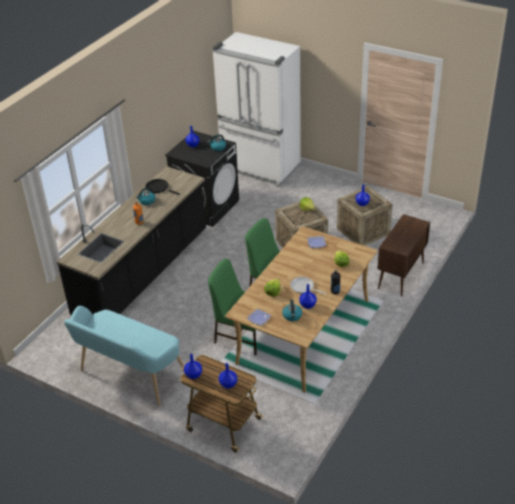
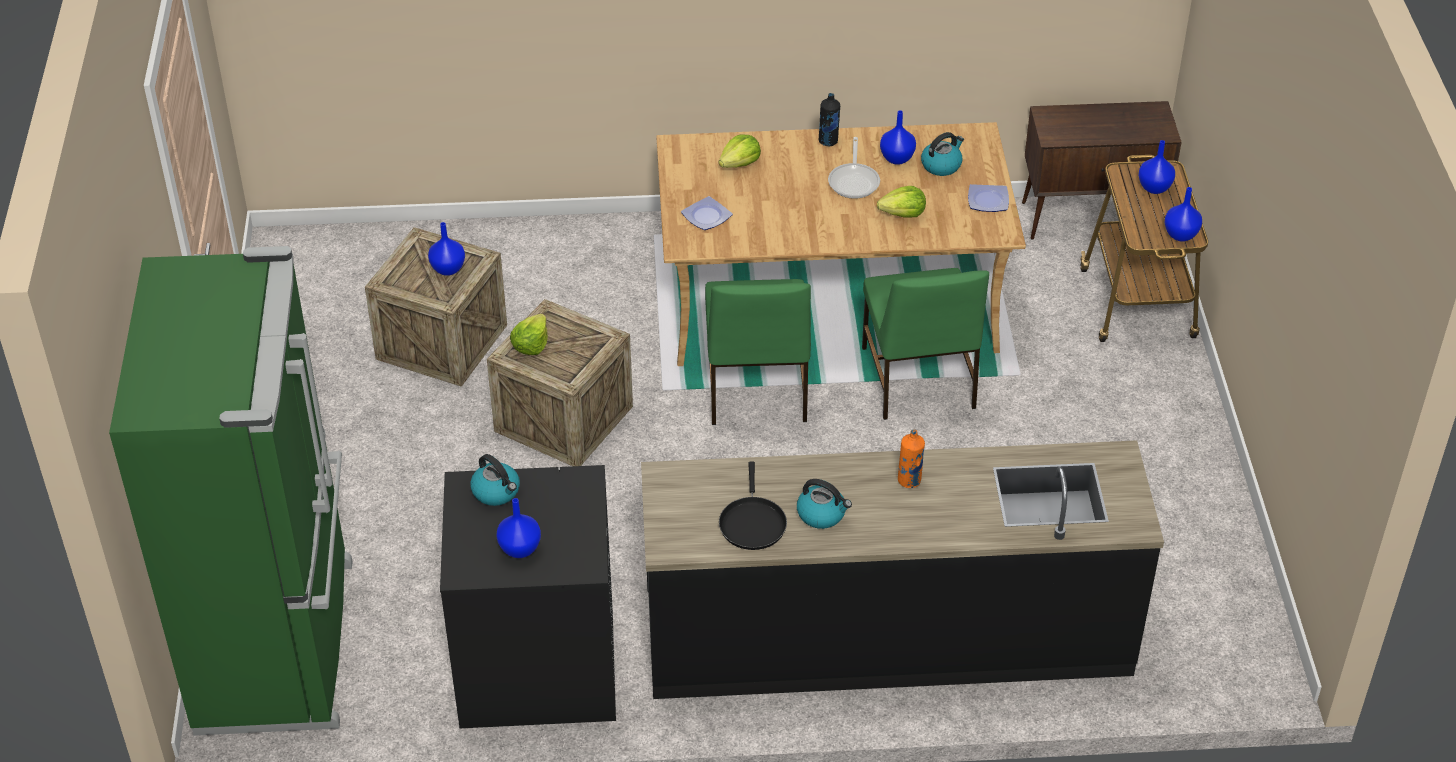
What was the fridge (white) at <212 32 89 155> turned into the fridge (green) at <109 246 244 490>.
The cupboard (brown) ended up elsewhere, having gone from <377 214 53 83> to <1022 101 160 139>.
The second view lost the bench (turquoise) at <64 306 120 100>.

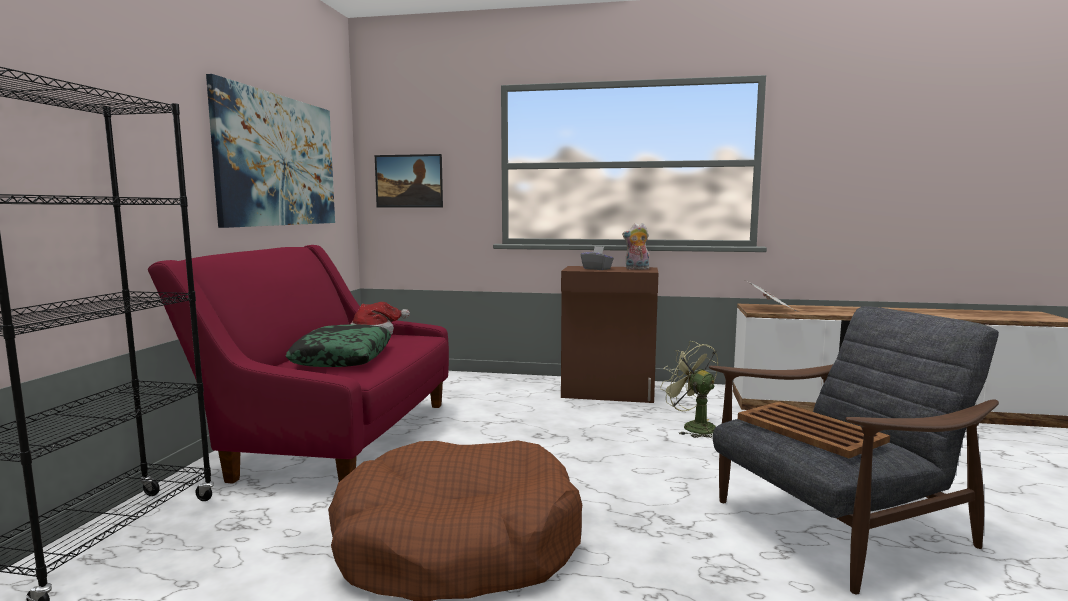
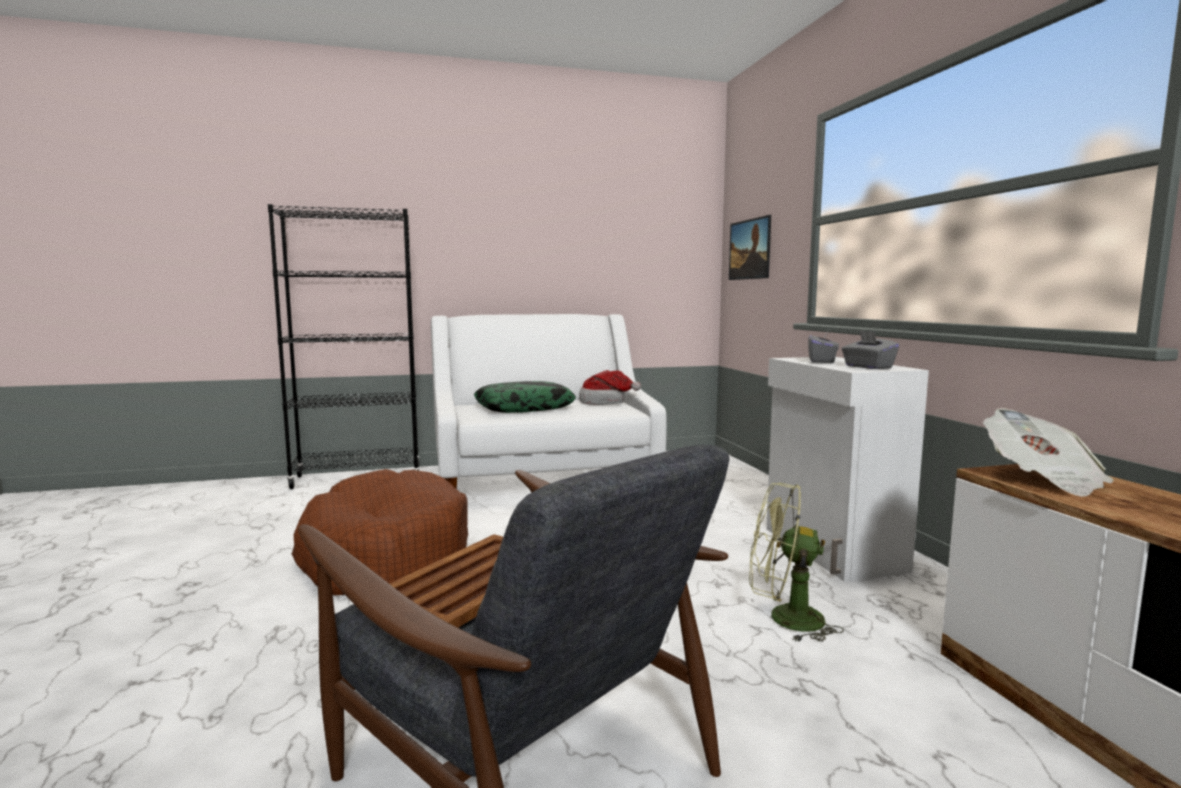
What was the couch (reddish) at <148 245 301 239> turned into the couch (white) at <431 314 236 175>.
The fan (green) at <660 341 59 97> ended up facing another way, 105 degrees counterclockwise from before.
What was the cupboard (brown) at <561 266 97 137> turned into the cupboard (white) at <766 357 163 224>.
Where the cuddly toy stood at <622 223 27 47>, the tissue box (grey) came to stand at <842 330 57 39>.
The second view lost the wall picture at <206 74 129 154>.

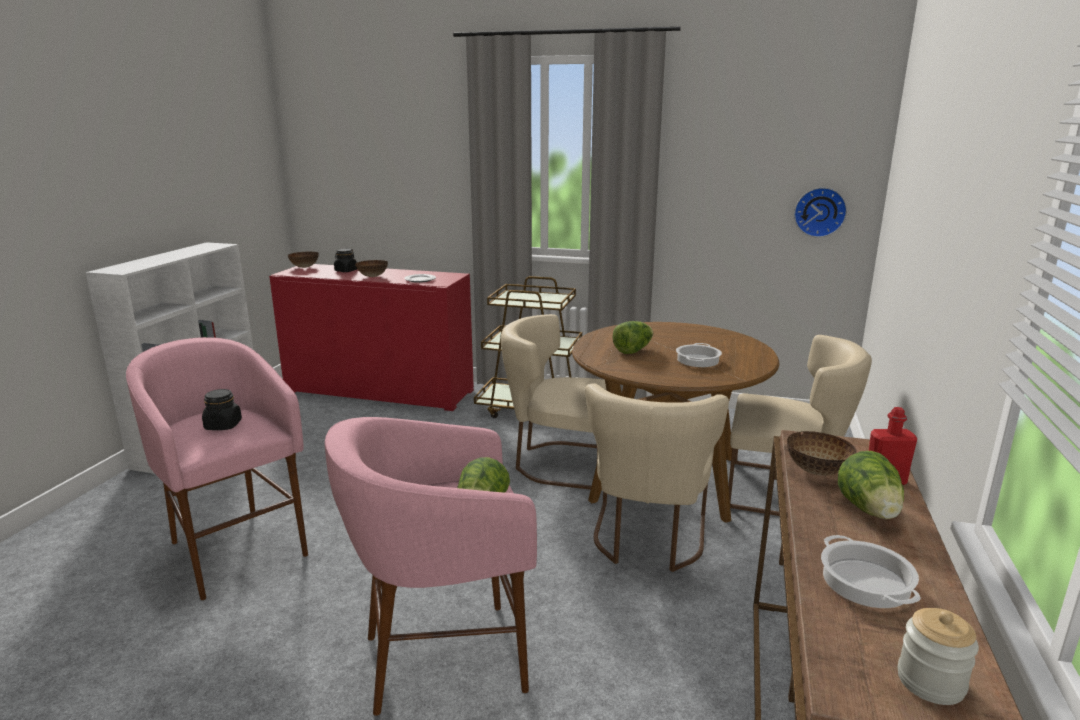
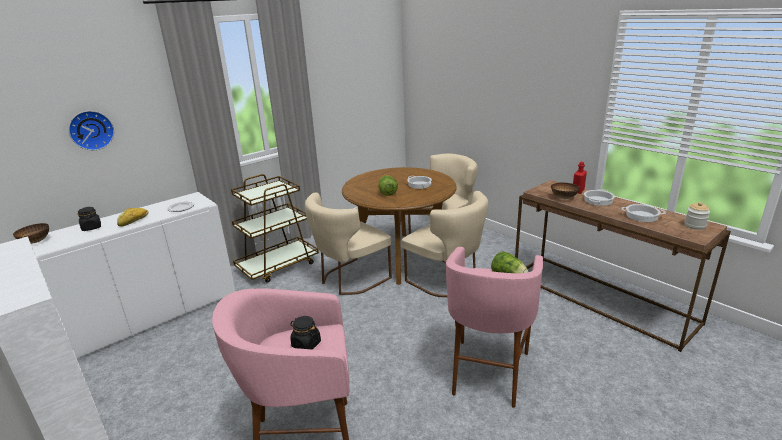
What was the cupboard (reddish) at <269 264 205 147> turned into the cupboard (white) at <31 192 205 167>.
The wall clock ended up elsewhere, having gone from <794 187 53 50> to <68 111 46 39>.
Where the bowl stood at <355 260 33 17>, the bread came to stand at <117 208 32 19>.
Where the head of lettuce stood at <838 451 66 68>, the saucepot came to stand at <584 189 31 17>.

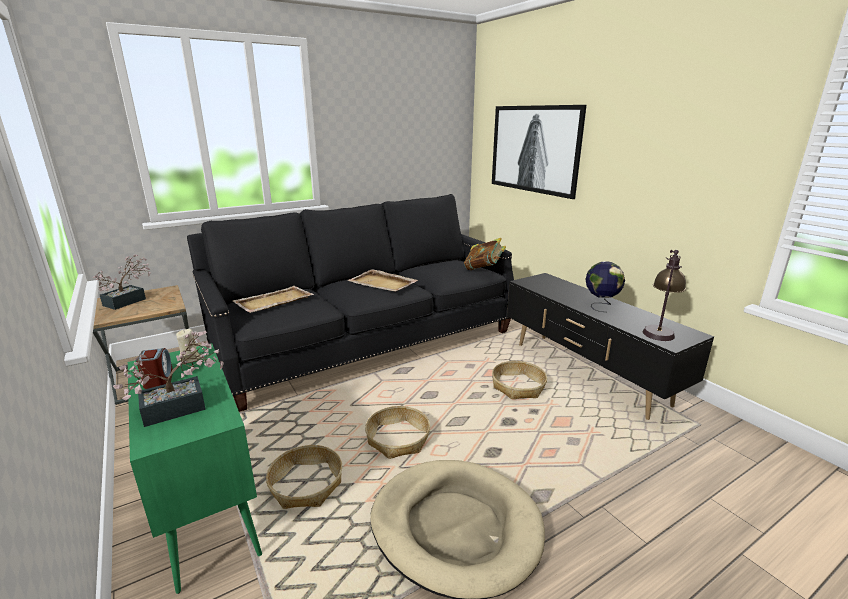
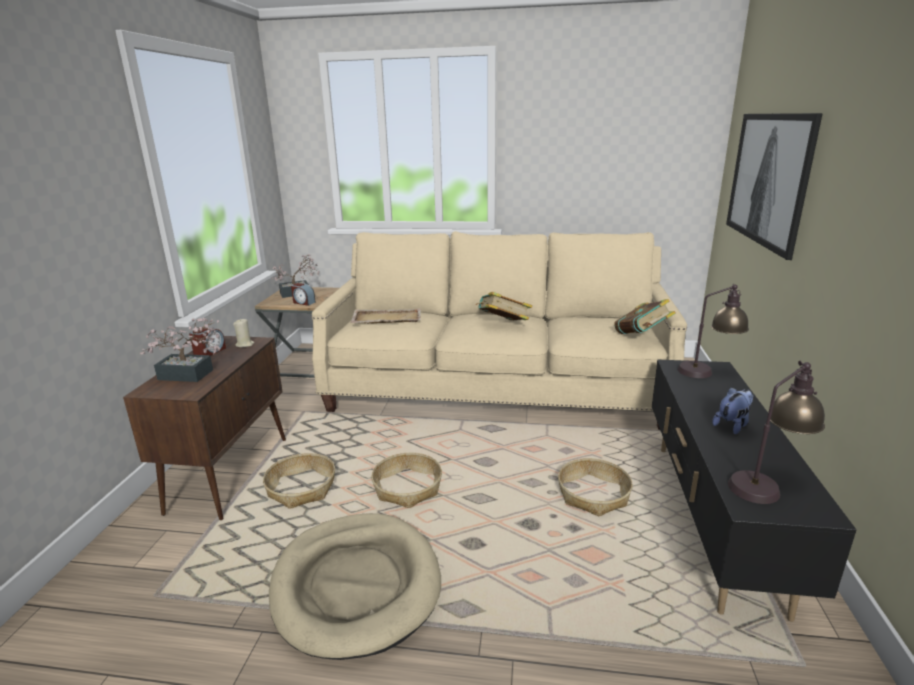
What was the cupboard (green) at <128 343 134 251> turned into the cupboard (brown) at <123 336 163 184>.
The second view gained the alarm clock at <291 283 25 23>.
What was the couch (black-coloured) at <187 194 327 218> turned into the couch (beige) at <312 231 375 199>.
Where the carrying tray (beige) stood at <347 269 71 23>, the volume came to stand at <476 292 56 28>.
The second view gained the lamp for a table at <677 284 72 94>.
Where the desk globe stood at <586 262 39 50>, the cuddly toy came to stand at <712 387 41 47>.

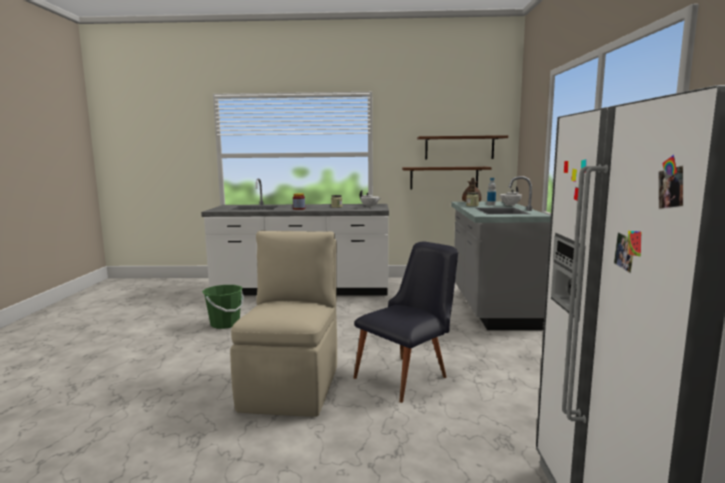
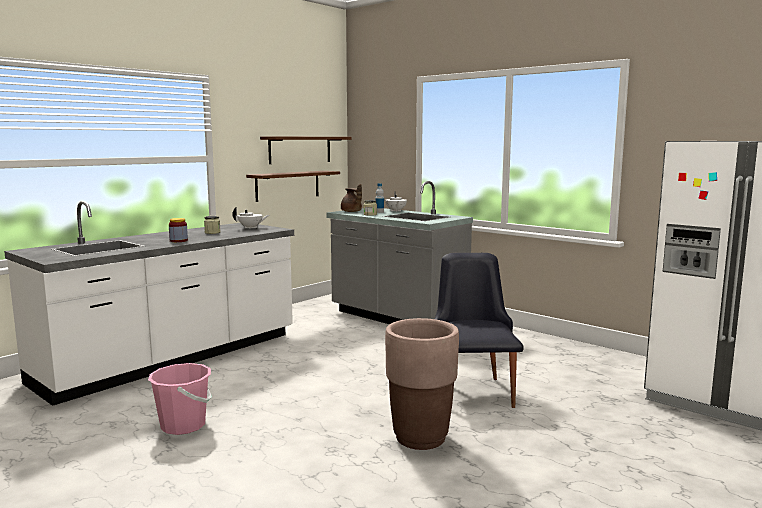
What was the water bucket (green) at <202 285 42 44> turned into the water bucket (pink-coloured) at <148 363 64 72>.
Where the chair (beige) stood at <230 231 107 186>, the planter (brown) came to stand at <385 318 74 132>.

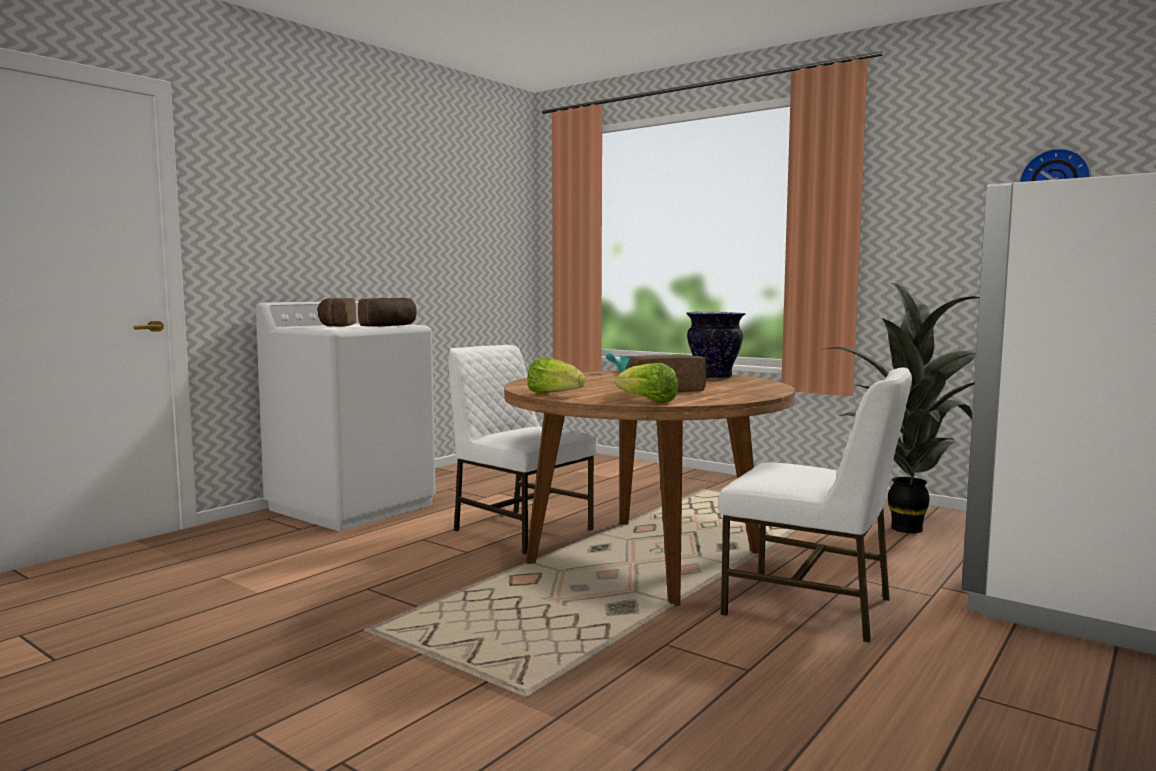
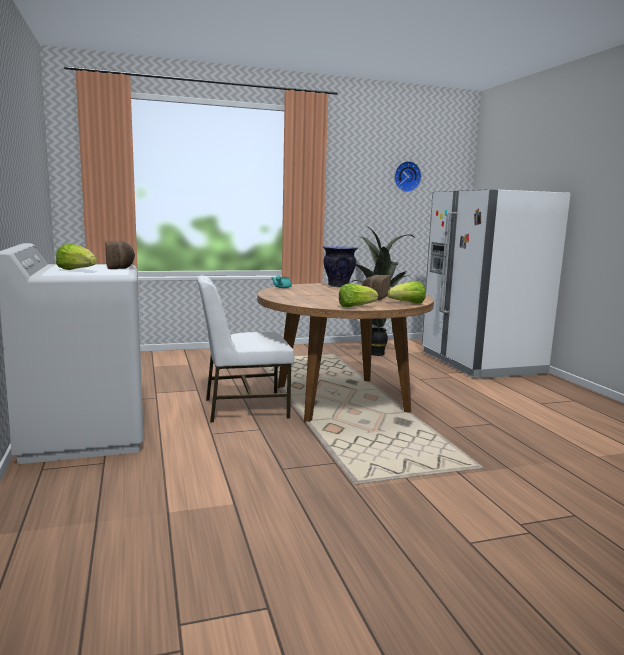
Where the bread stood at <317 298 39 29>, the head of lettuce came to stand at <56 243 41 27>.
The second view lost the chair (white) at <718 368 194 275>.

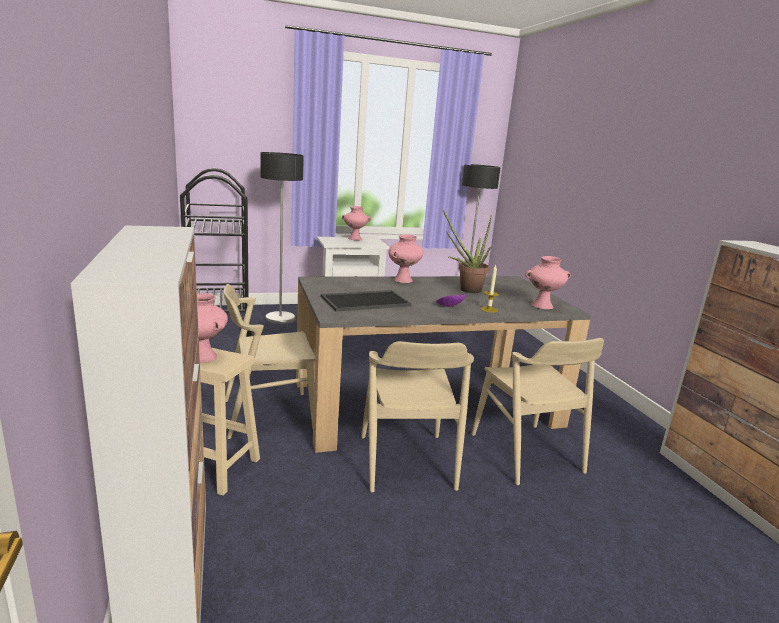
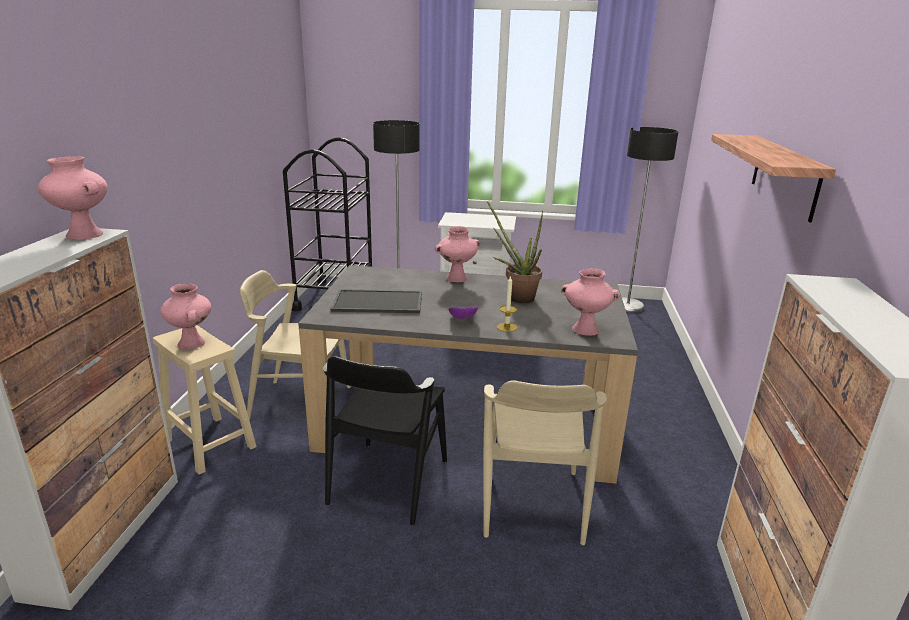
The decorative vase (pink-coloured) ended up elsewhere, having gone from <342 206 29 34> to <38 156 69 83>.
What was the chair (beige) at <361 341 113 152> turned into the chair (black-coloured) at <323 356 124 170>.
The second view gained the shelf at <711 134 125 88>.

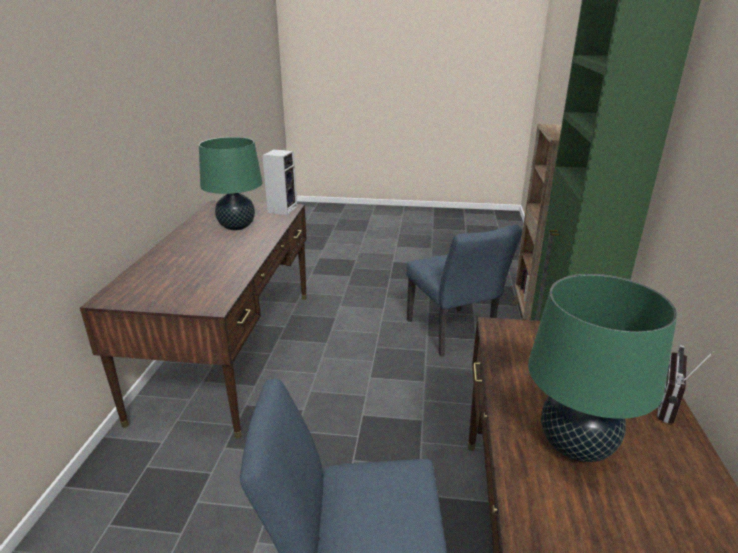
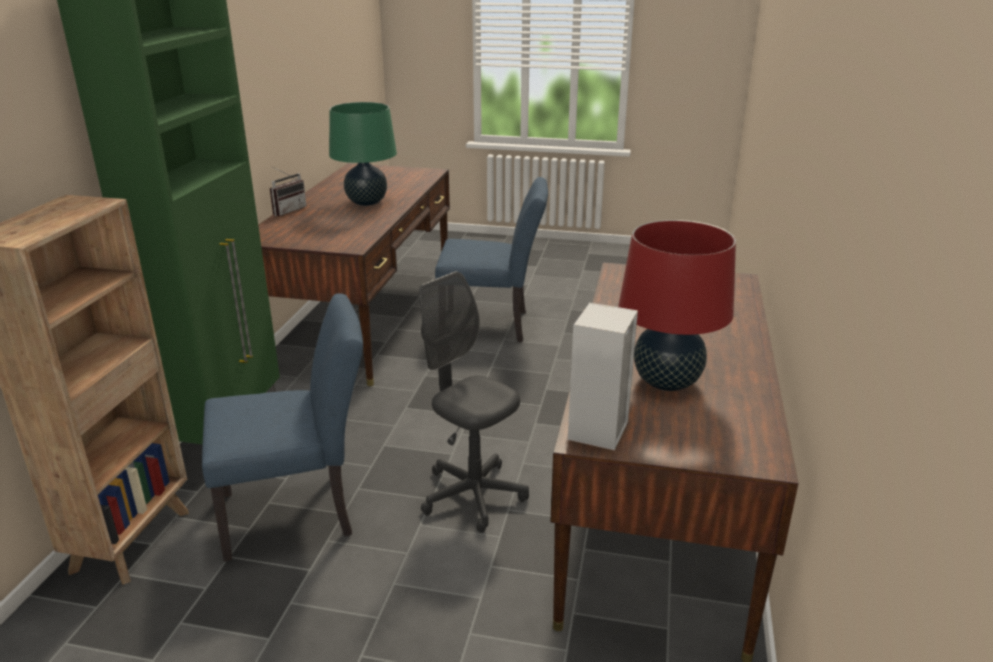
The chair (blue) at <406 225 116 132> ended up facing another way, 90 degrees clockwise from before.
The second view gained the desk chair (grey) at <419 271 110 262>.
What was the lamp for a table (green) at <199 137 64 93> turned into the lamp for a table (reddish) at <618 220 118 171>.

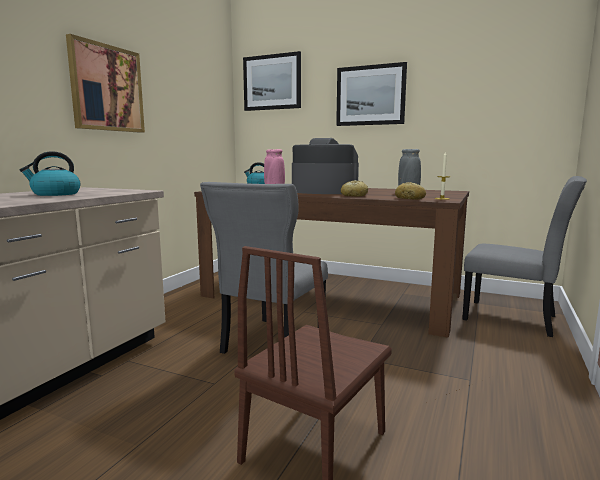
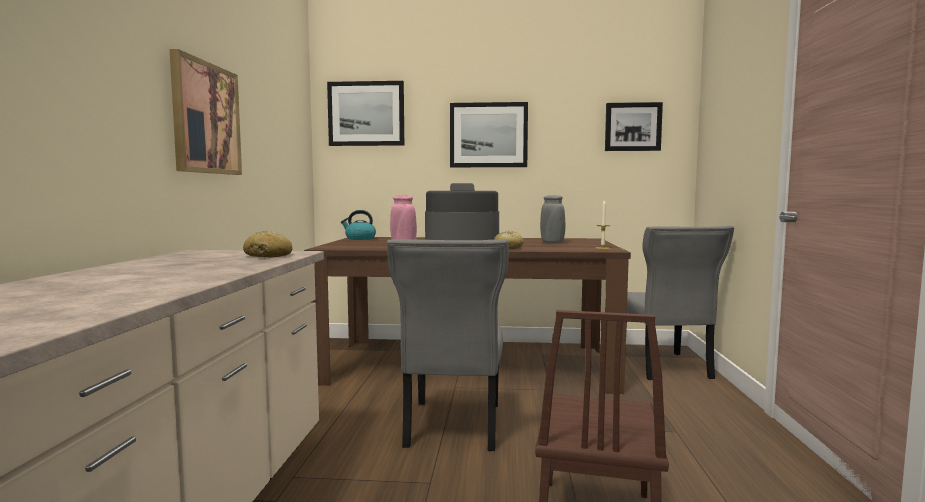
The bread ended up elsewhere, having gone from <395 182 31 18> to <243 231 49 26>.
The second view gained the wall picture at <605 102 58 49>.
The chair (grey) at <462 176 125 161> ended up facing another way, 75 degrees clockwise from before.
The second view lost the tea kettle at <20 151 60 45>.

